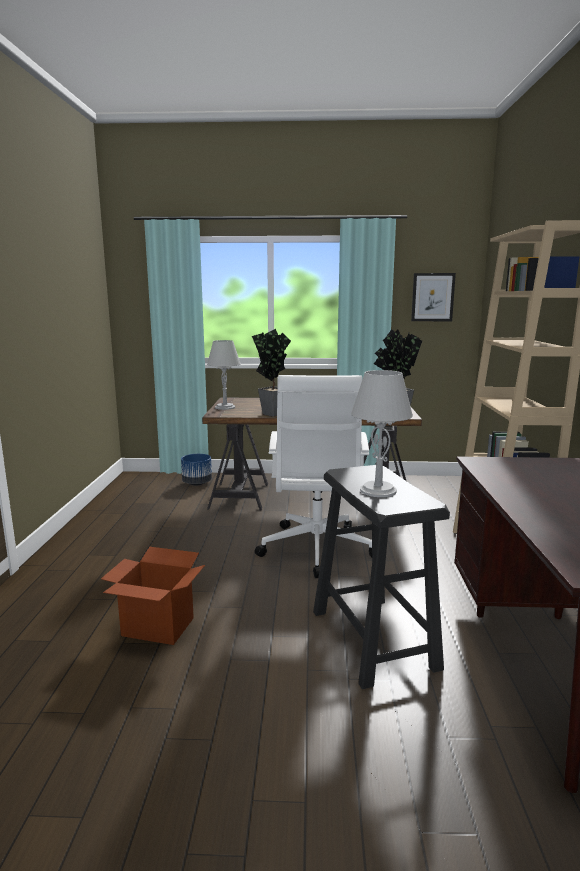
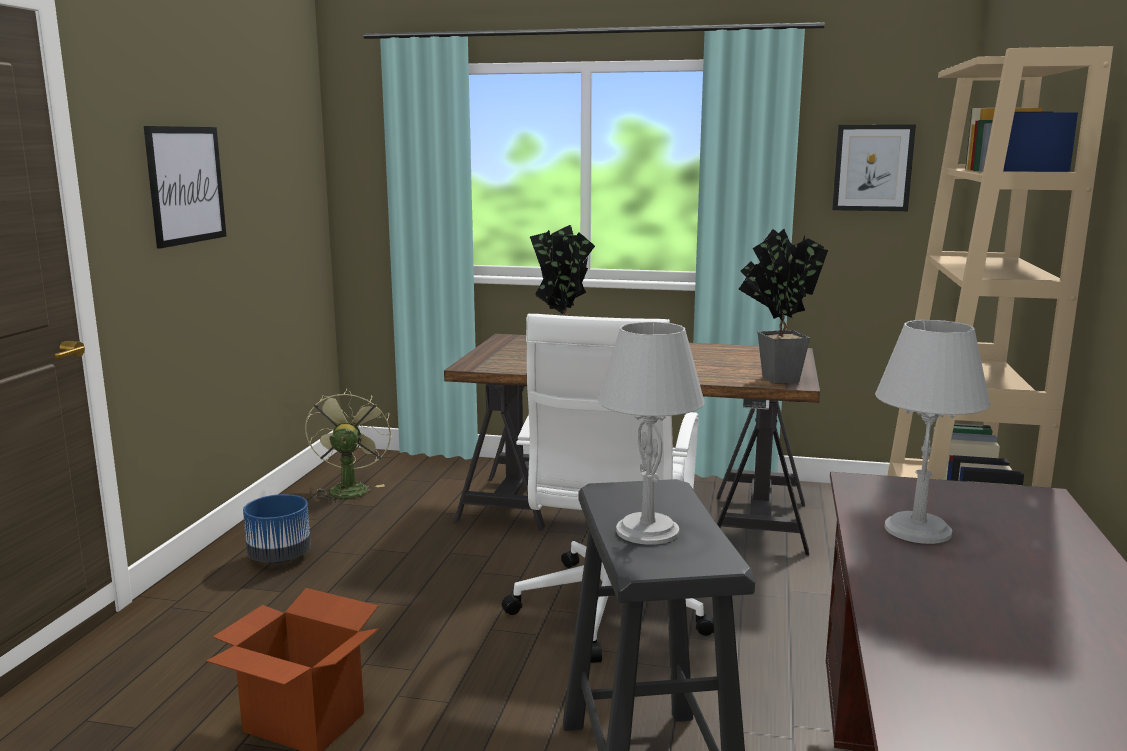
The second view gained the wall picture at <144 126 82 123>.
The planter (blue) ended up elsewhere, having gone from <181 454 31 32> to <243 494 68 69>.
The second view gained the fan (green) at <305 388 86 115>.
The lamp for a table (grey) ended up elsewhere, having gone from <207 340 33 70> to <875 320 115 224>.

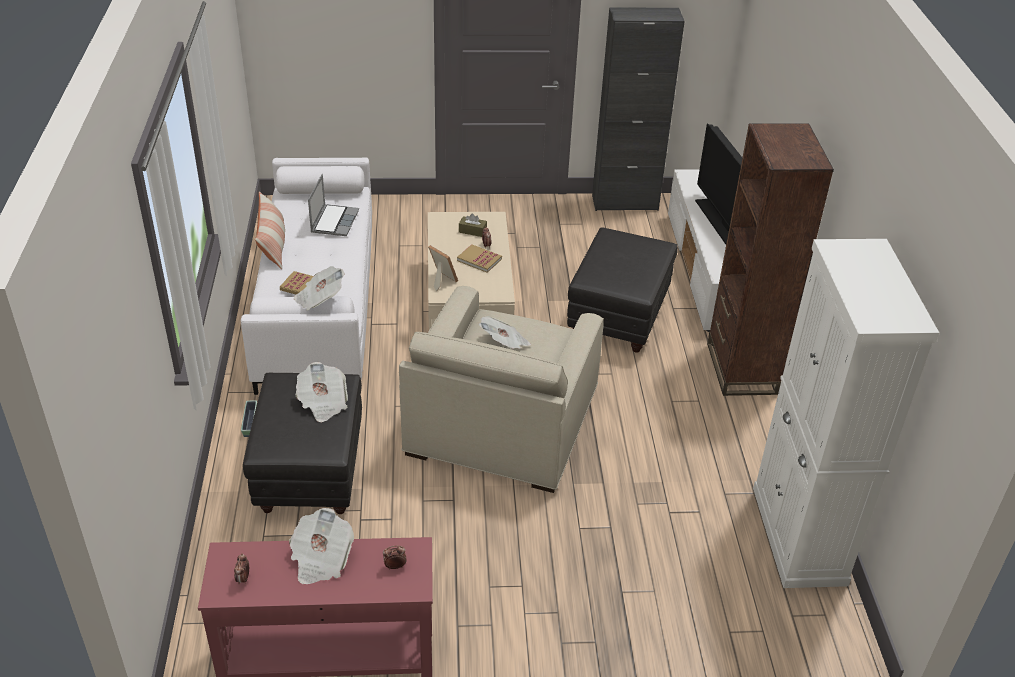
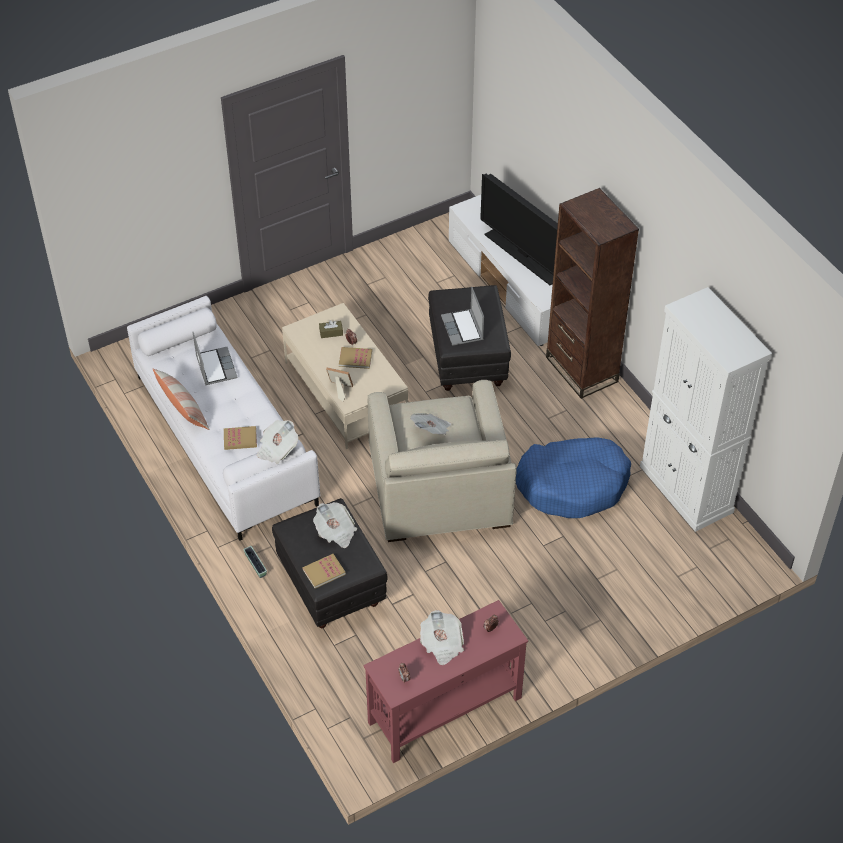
The second view gained the volume at <302 554 44 35>.
The second view gained the laptop at <441 287 43 59>.
The second view gained the dog cushion (blue) at <516 437 115 81>.
The second view lost the cupboard (black-coloured) at <592 7 93 204>.

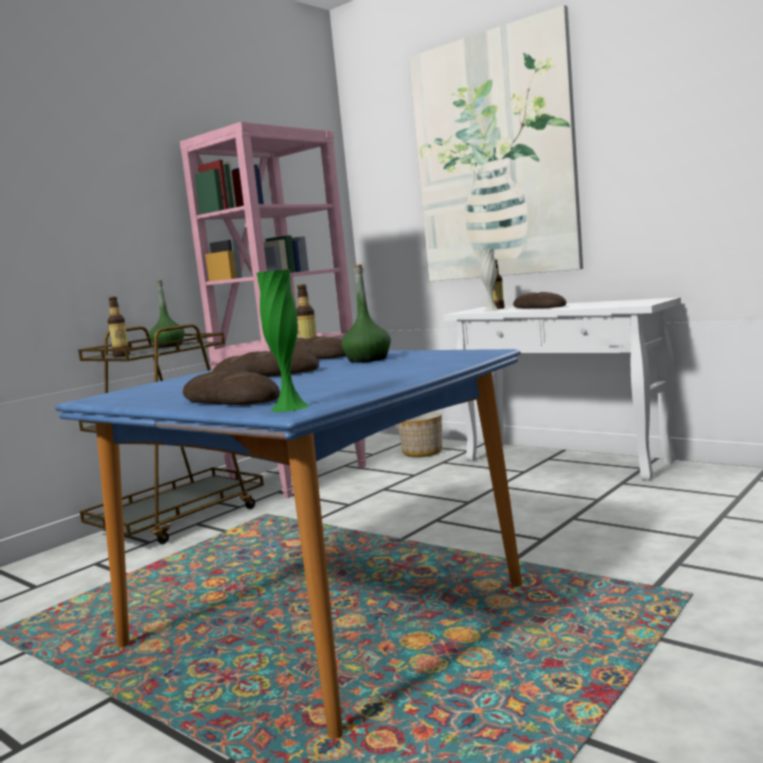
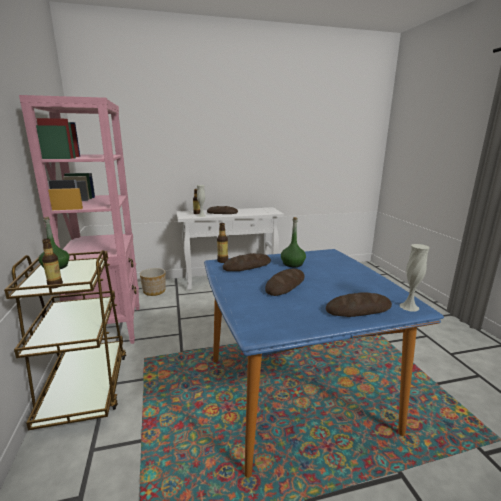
What was the decorative vase (green) at <257 269 52 143> turned into the decorative vase (white) at <400 244 30 68>.
The second view lost the wall picture at <409 5 174 276>.

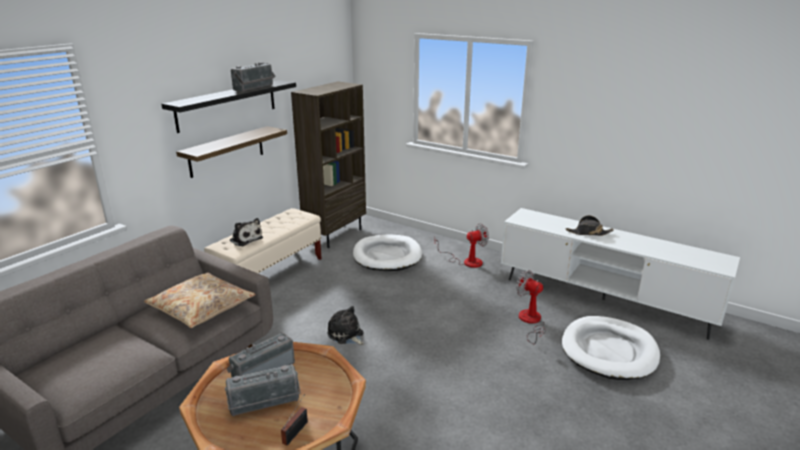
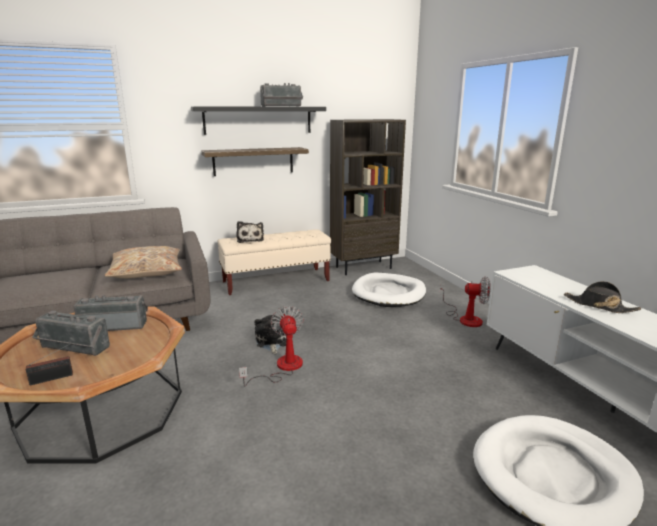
The fan ended up elsewhere, having gone from <516 270 30 74> to <239 306 64 81>.

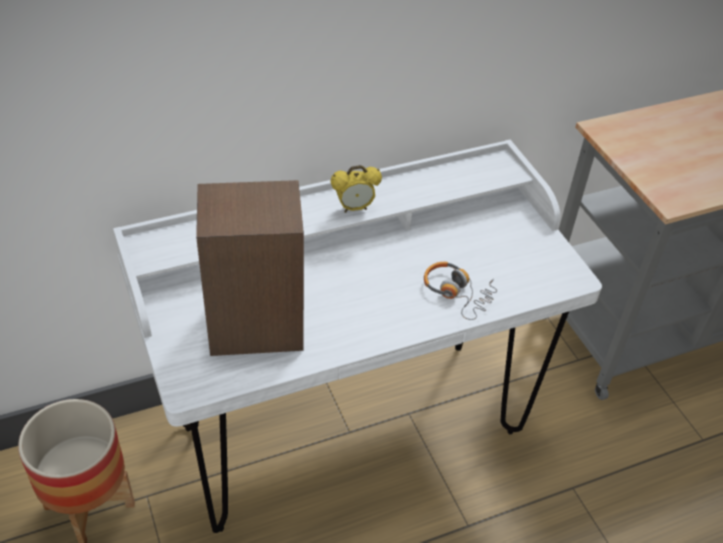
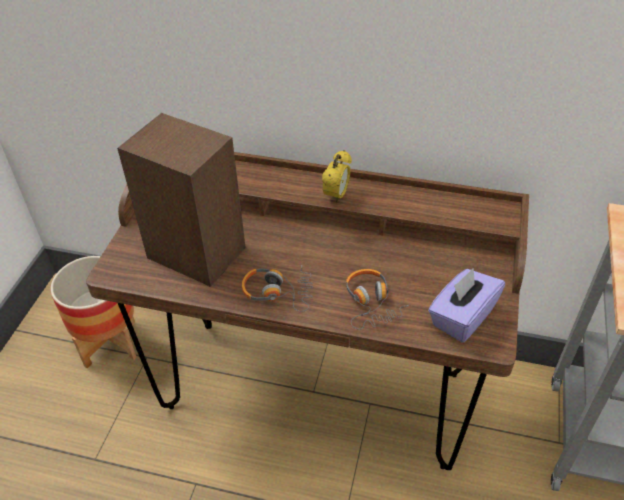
What was the desk (white) at <113 140 489 393> turned into the desk (brown) at <86 152 443 318>.
The second view gained the pair of headphones at <242 266 71 46>.
The alarm clock at <330 165 52 48> ended up facing another way, 90 degrees counterclockwise from before.
The second view gained the tissue box (purple-coloured) at <428 268 77 74>.

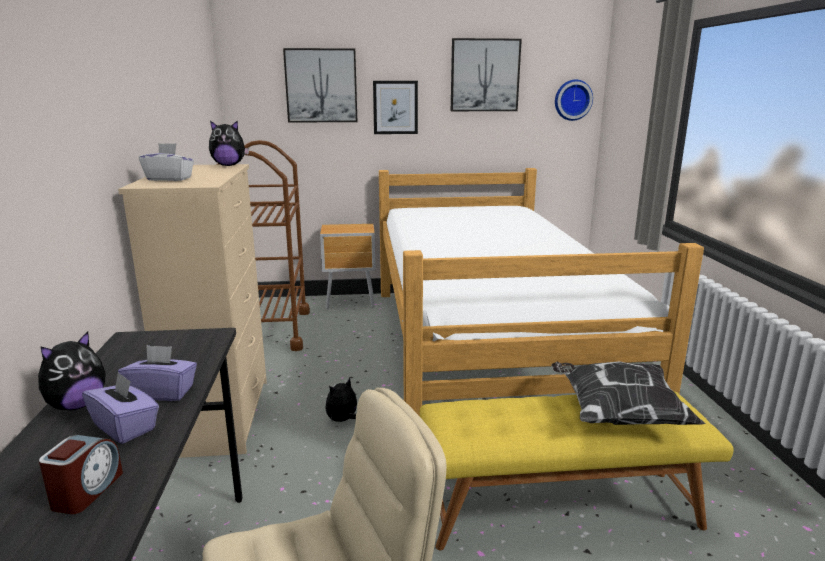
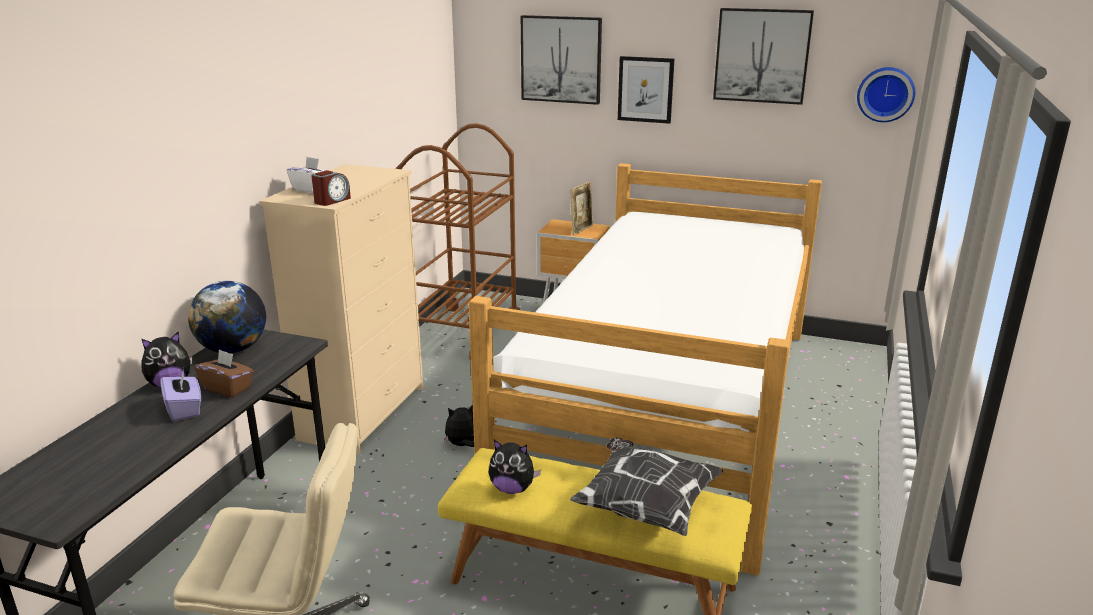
The second view gained the desk globe at <188 281 78 72>.
What was the tissue box (purple-coloured) at <118 345 79 56> turned into the tissue box (brown) at <194 349 60 49>.
The alarm clock ended up elsewhere, having gone from <39 435 84 79> to <311 170 40 36>.
The cuddly toy ended up elsewhere, having gone from <209 121 40 45> to <488 440 53 54>.
The second view gained the photo frame at <570 181 23 55>.

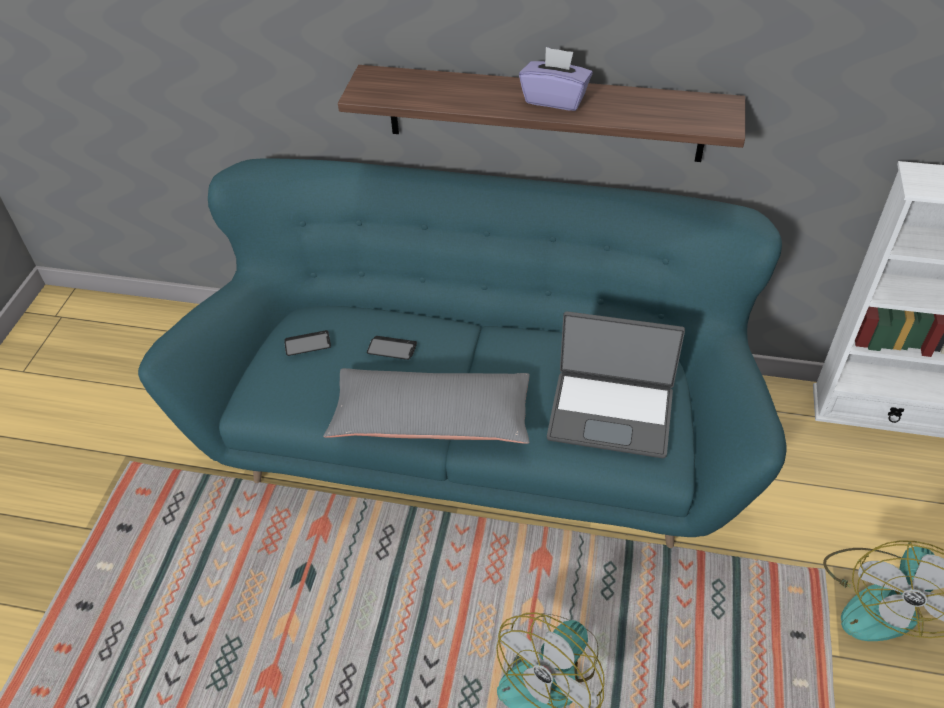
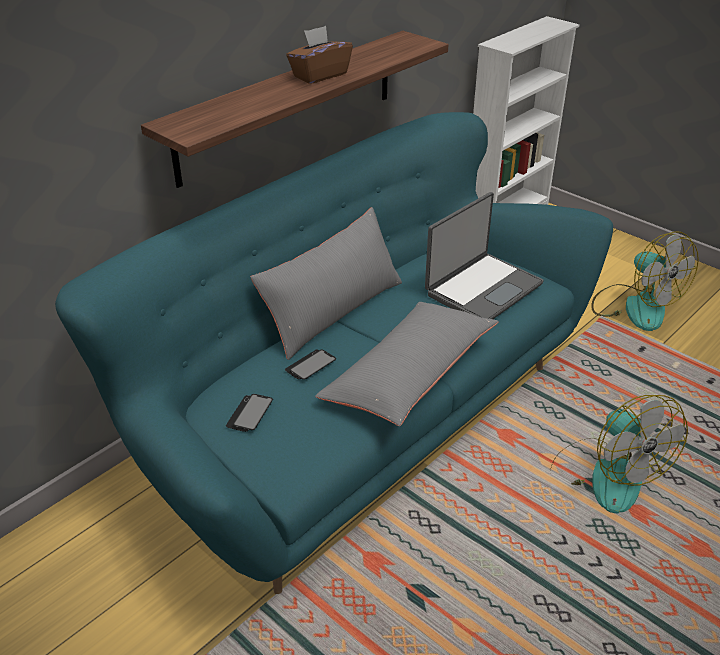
The second view gained the cushion (grey) at <251 207 151 153>.
What was the tissue box (purple-coloured) at <519 47 74 64> turned into the tissue box (brown) at <286 26 67 58>.

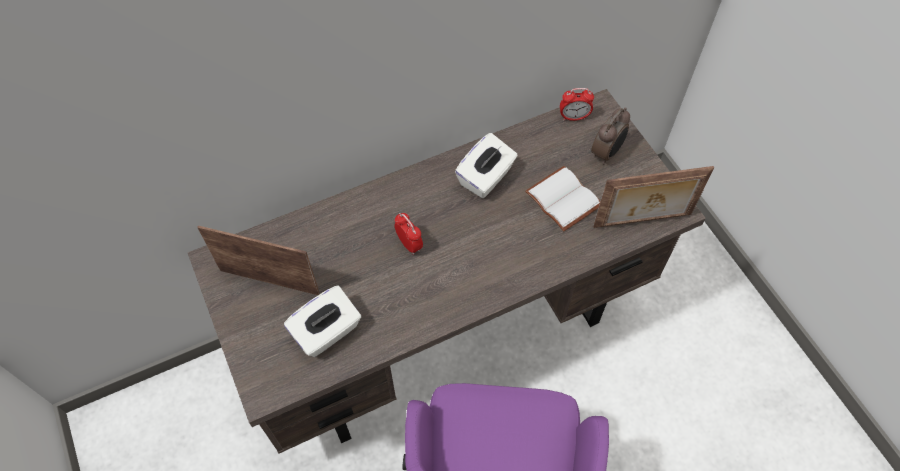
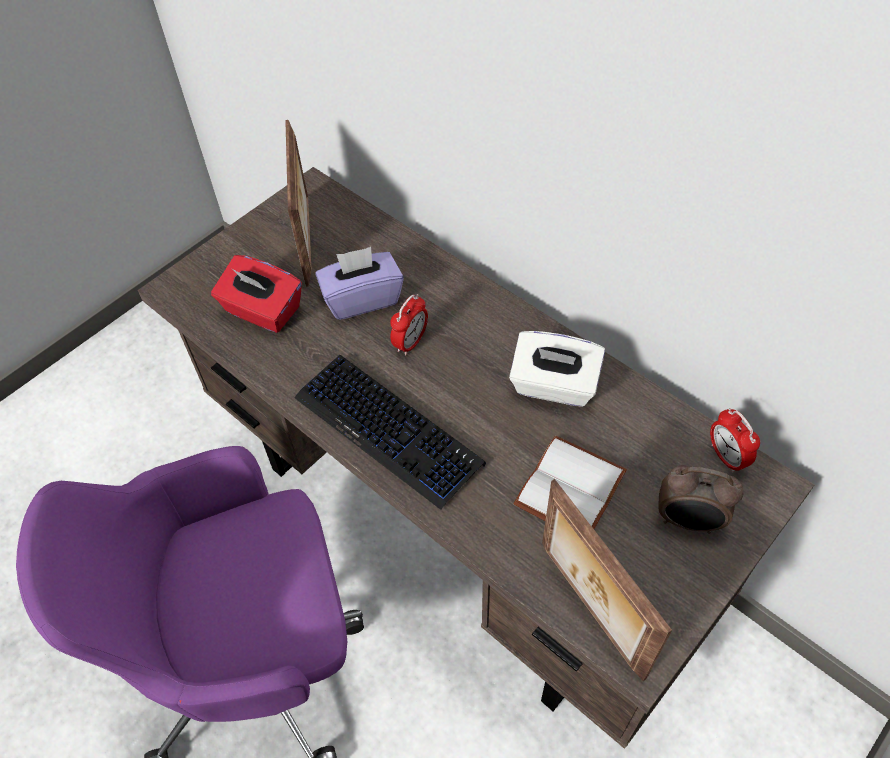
What was the tissue box (white) at <284 285 77 72> turned into the tissue box (reddish) at <211 255 91 78>.
The second view gained the computer keyboard at <294 355 192 155>.
The second view gained the tissue box (purple-coloured) at <316 247 88 73>.

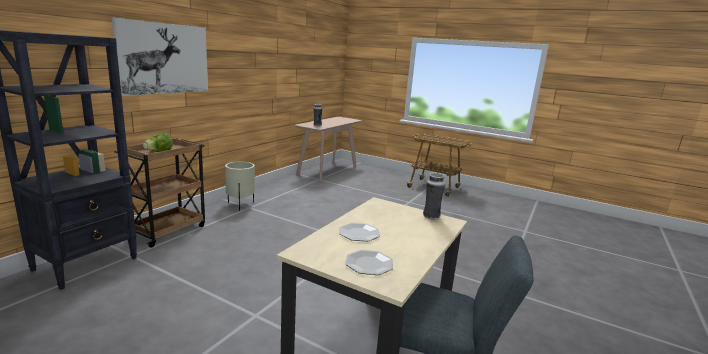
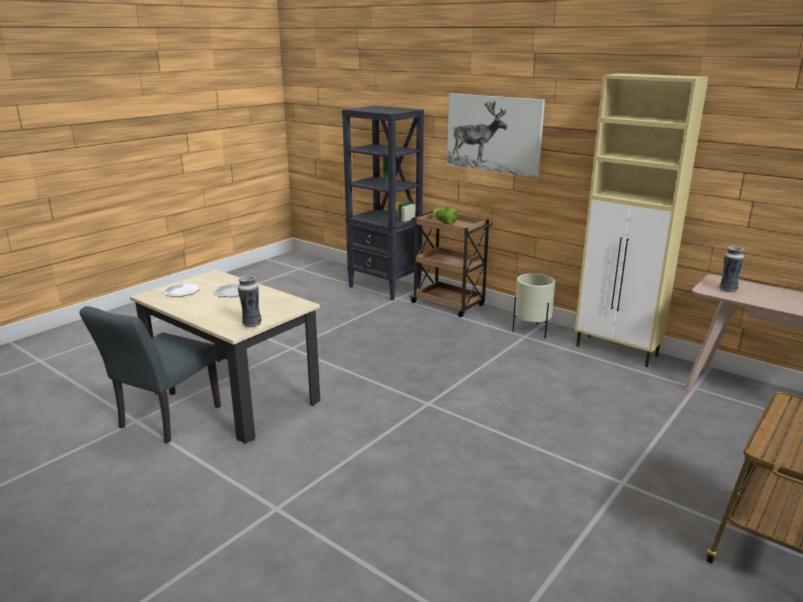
The second view gained the cupboard (beige) at <575 73 134 294>.

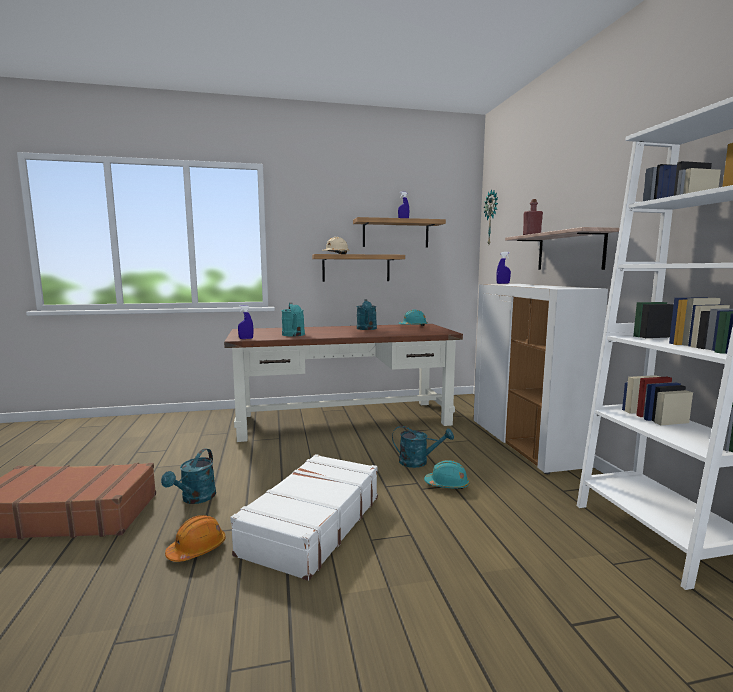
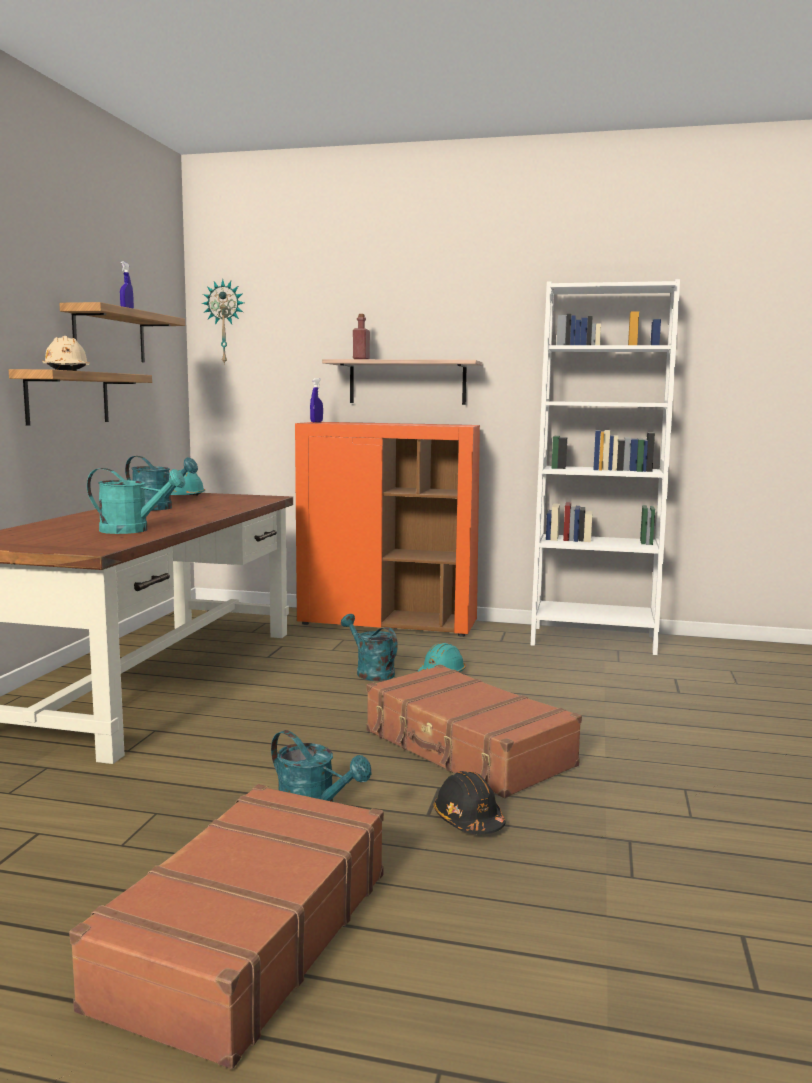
What was the cupboard (white) at <473 284 135 190> turned into the cupboard (orange) at <295 422 185 215>.
The watering pot (turquoise) at <392 426 62 42> ended up facing another way, 75 degrees counterclockwise from before.
What was the travel case (white) at <230 454 148 127> turned into the travel case (brown) at <366 664 216 134>.
What was the safety helmet (orange) at <165 515 60 47> turned into the safety helmet (black-coloured) at <434 771 71 63>.
The second view lost the hand sprayer (blue) at <238 305 15 34>.

